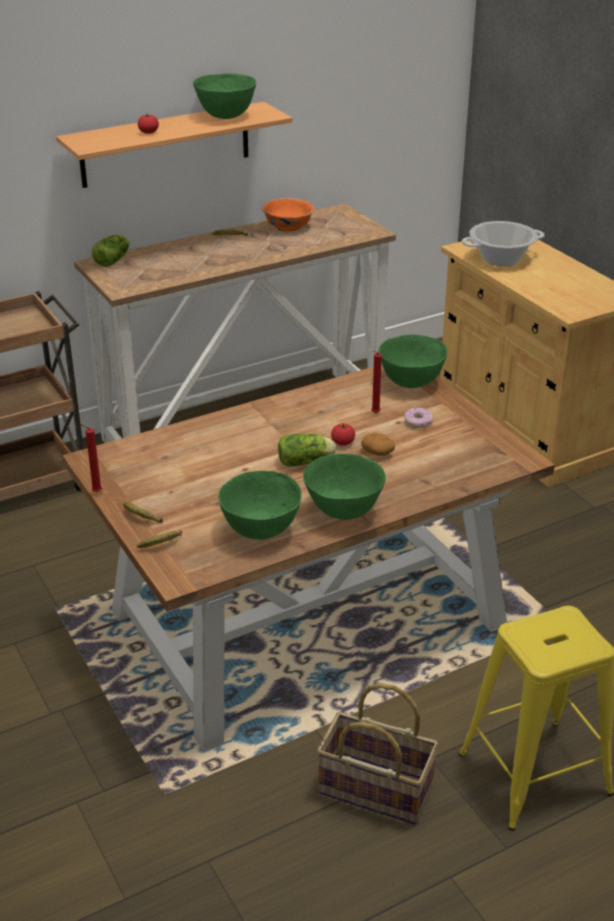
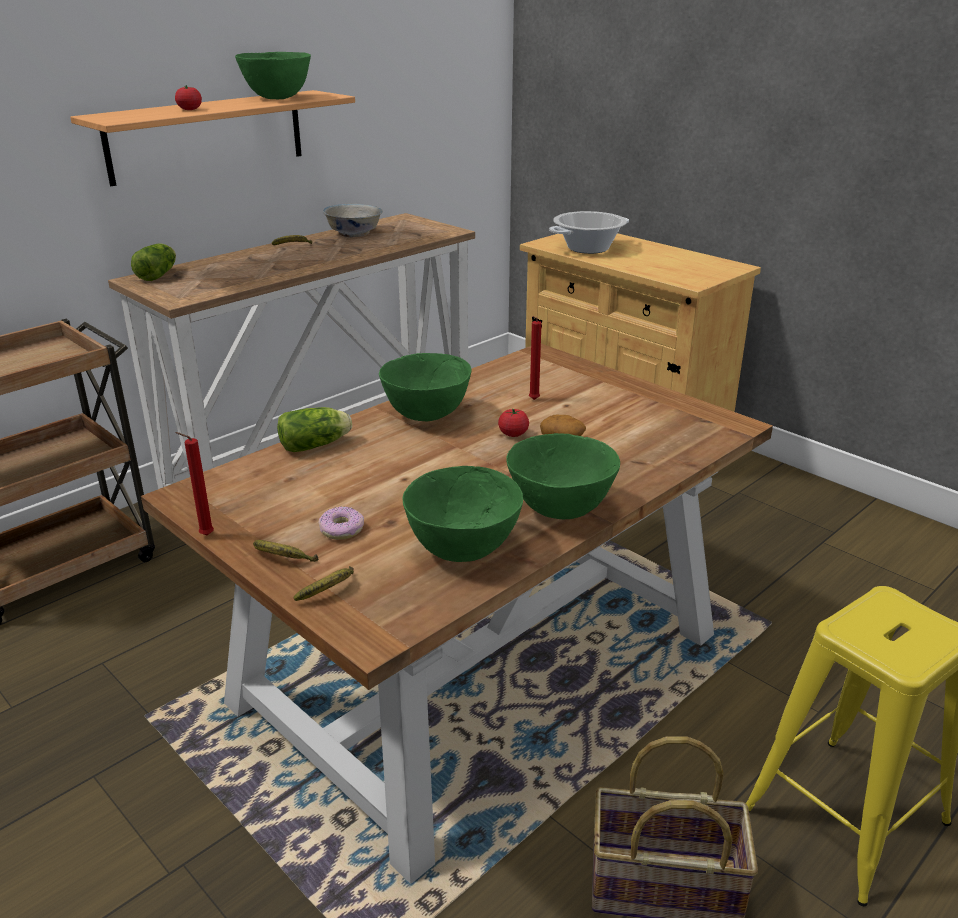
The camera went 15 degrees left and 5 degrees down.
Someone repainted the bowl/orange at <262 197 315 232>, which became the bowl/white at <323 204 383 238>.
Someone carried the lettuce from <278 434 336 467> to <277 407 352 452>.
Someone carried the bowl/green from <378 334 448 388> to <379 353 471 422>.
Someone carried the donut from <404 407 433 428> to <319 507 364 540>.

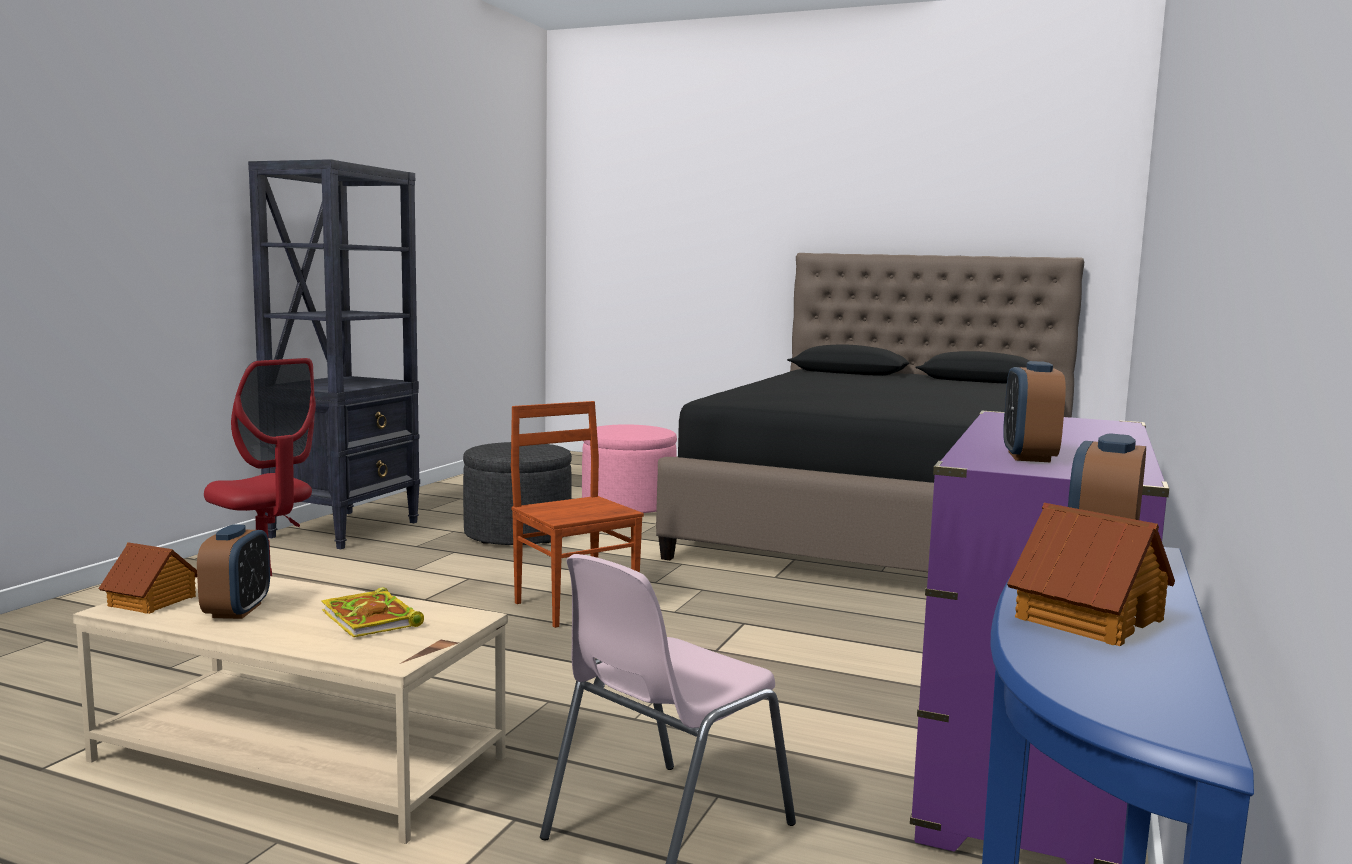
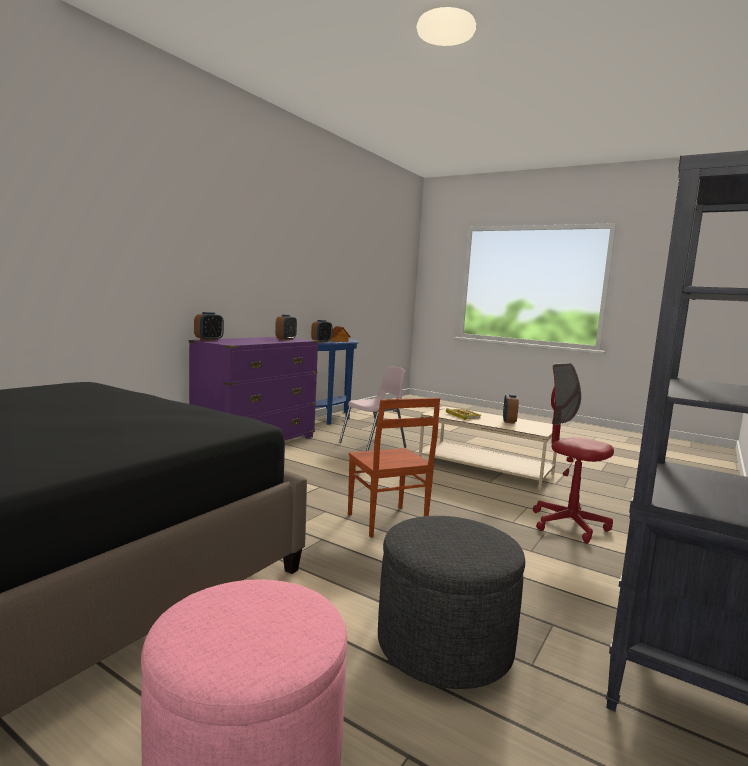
The camera went 170 degrees left and 0 degrees up.
Someone took away the toy house at <98 542 197 614>.
Someone put down the alarm clock at <194 312 224 341>.

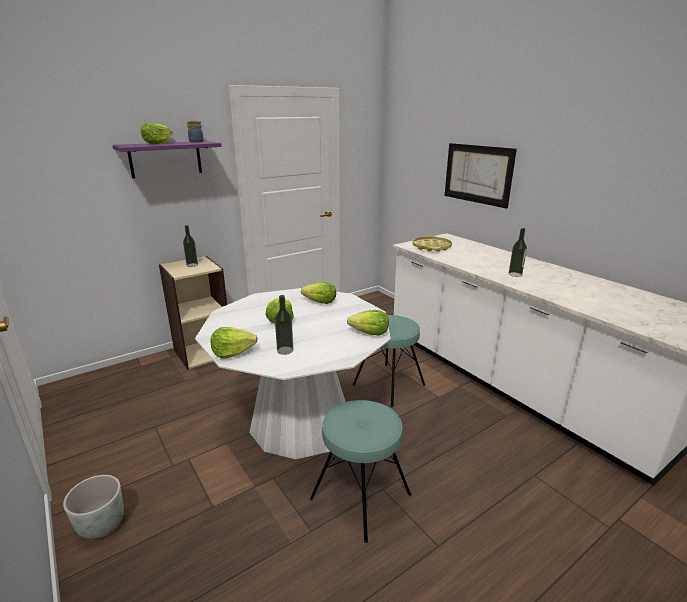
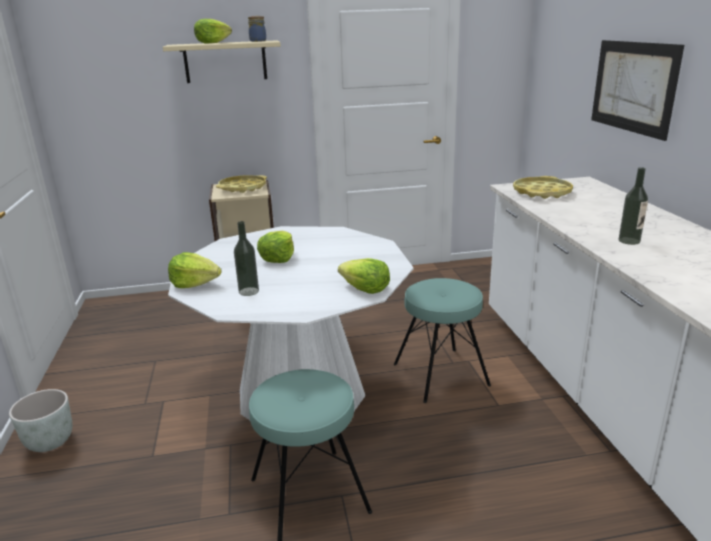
The camera went 25 degrees right and 0 degrees up.
Someone repainted the shelf/purple at <112 141 222 178>, which became the shelf/beige at <163 40 281 83>.
Someone swapped the bottle at <183 225 198 267> for the tray/yellow at <216 175 267 193>.
Someone took away the lettuce at <301 282 336 304>.

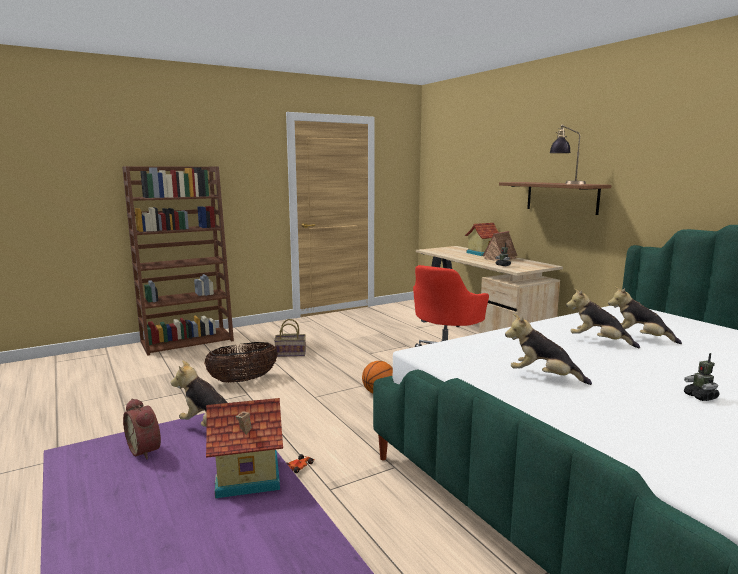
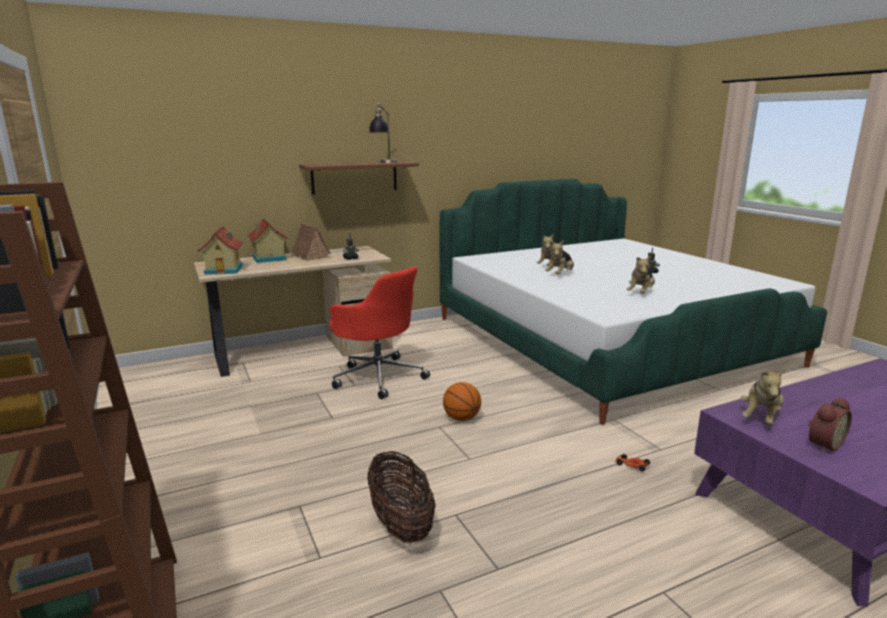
The camera went 85 degrees left and 5 degrees up.
Someone carried the toy house from <206 398 283 498> to <198 226 244 275>.
Someone took away the basket at <274 319 306 357>.

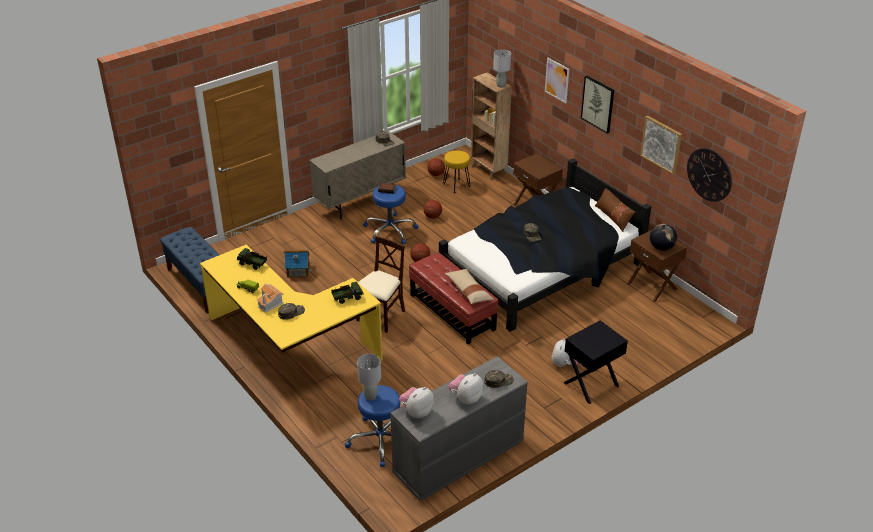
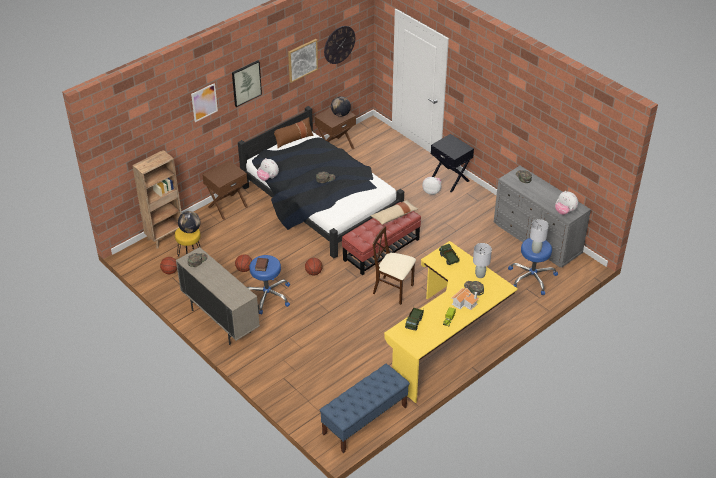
The camera went 95 degrees left and 5 degrees up.
Someone took away the toy house at <284 250 312 278>.
Someone carried the plush toy from <449 373 483 405> to <257 158 279 181>.
Someone carried the table lamp/grey from <493 49 511 88> to <473 243 492 278>.
Someone put down the globe at <178 211 200 233>.

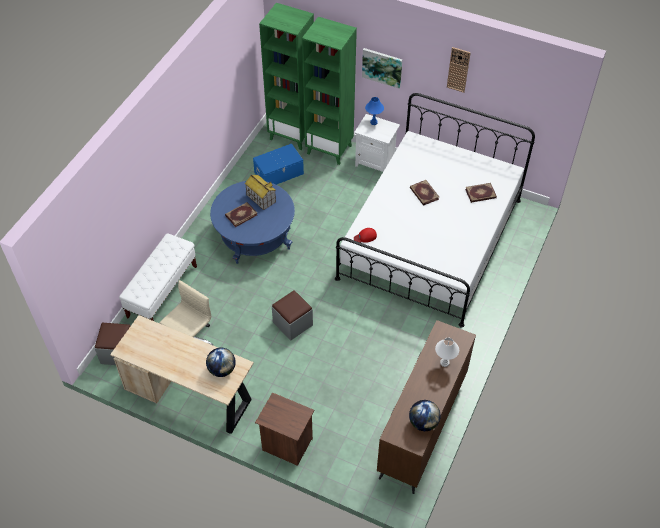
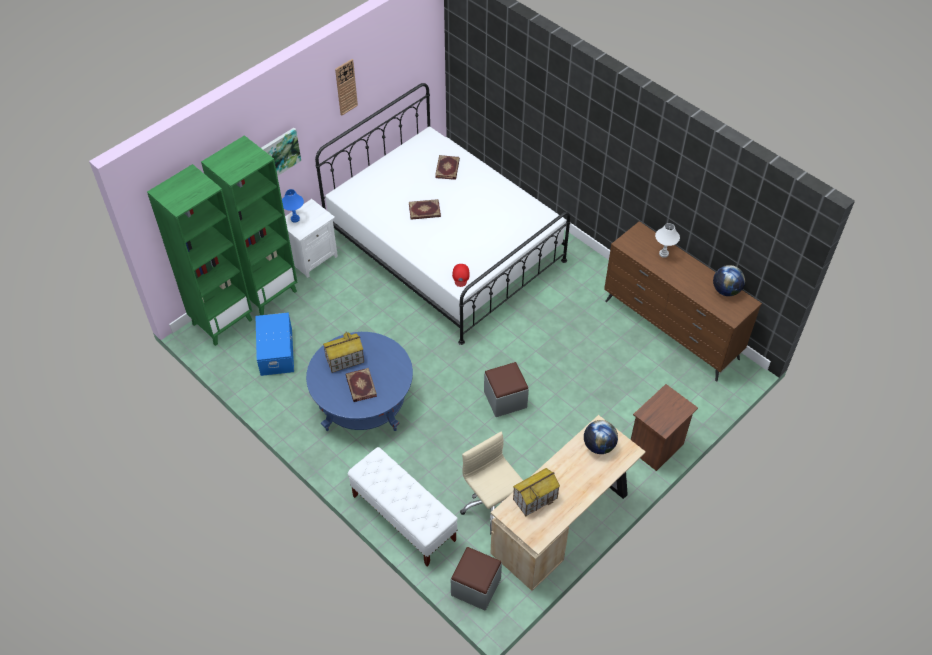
The camera went 70 degrees left and 0 degrees up.
Someone put down the toy house at <513 468 560 517>.

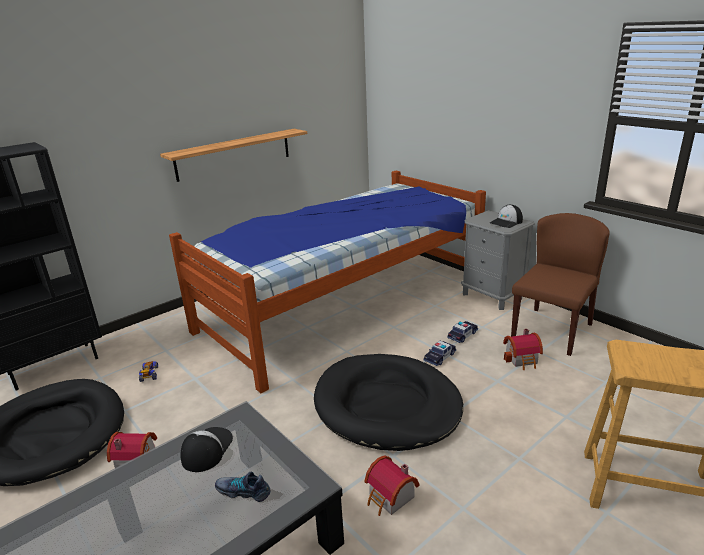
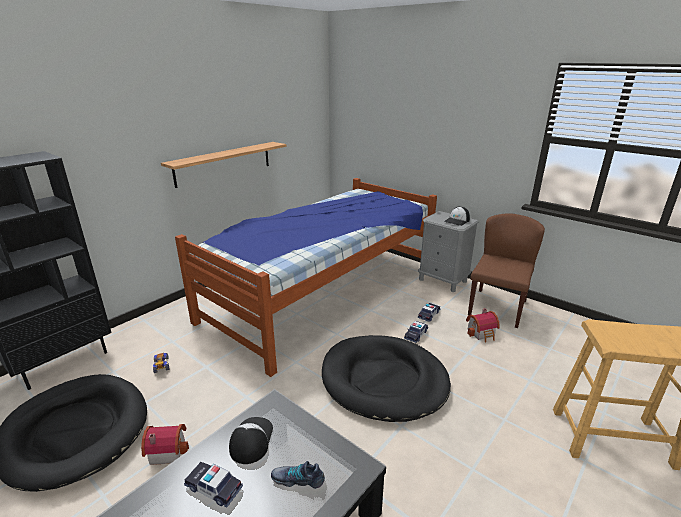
The camera went 10 degrees left and 0 degrees up.
Someone took away the toy house at <365 455 419 516>.
Someone put down the toy car at <184 462 243 507>.

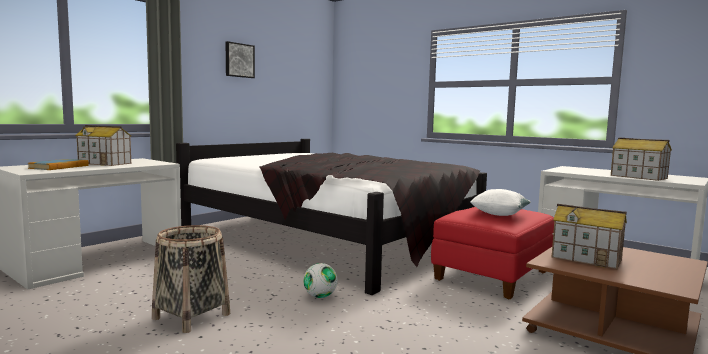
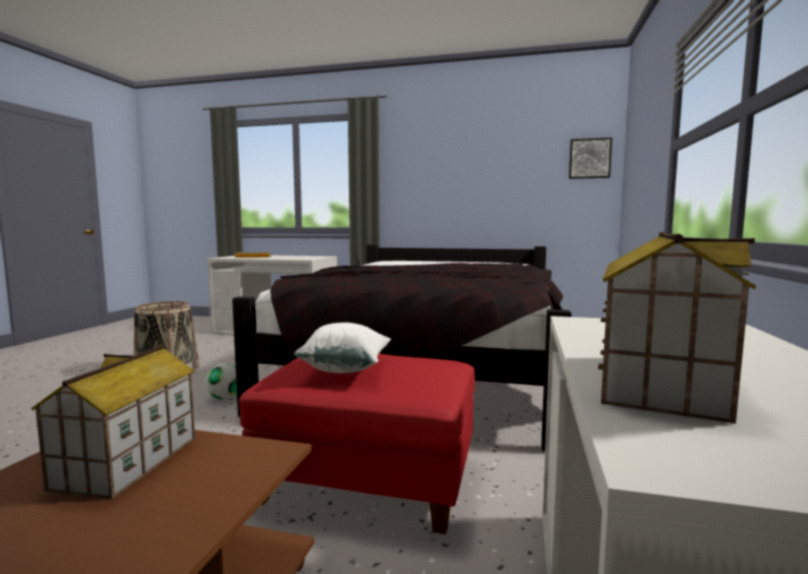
The camera went 65 degrees right and 0 degrees up.
Someone took away the toy house at <75 125 131 166>.
Someone carried the picture from <226 41 255 78> to <569 138 612 179>.

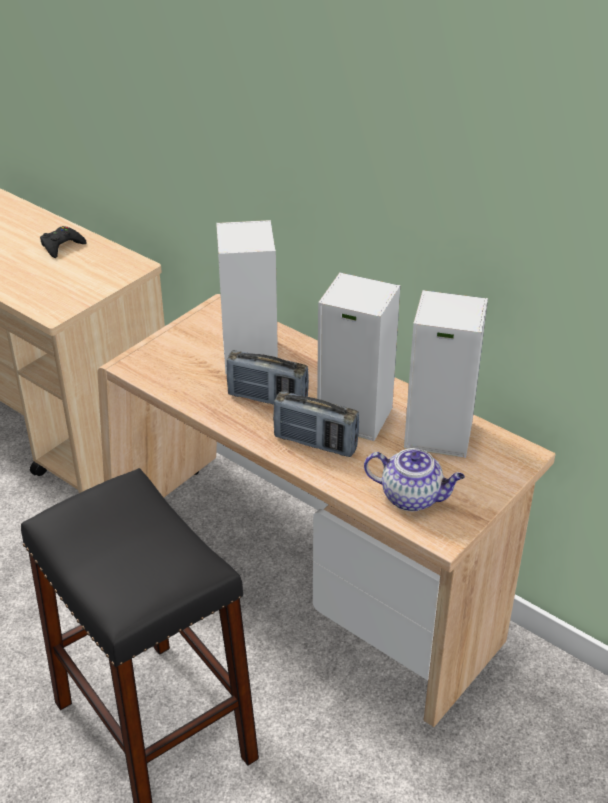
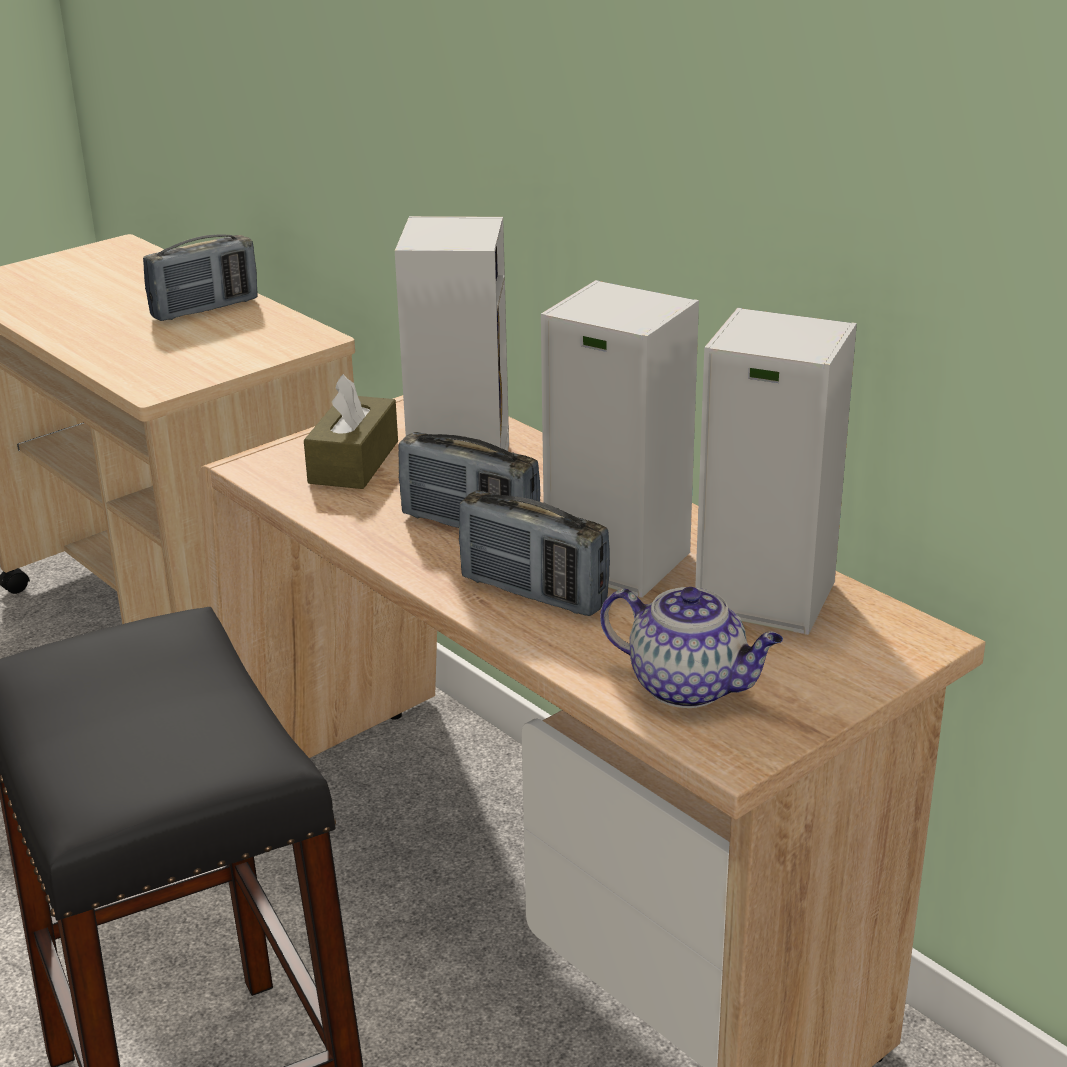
The camera went 10 degrees right and 10 degrees down.
Someone swapped the game controller/black at <40 226 86 258> for the radio at <143 234 258 321>.
Someone put down the tissue box/brown at <304 374 398 489>.

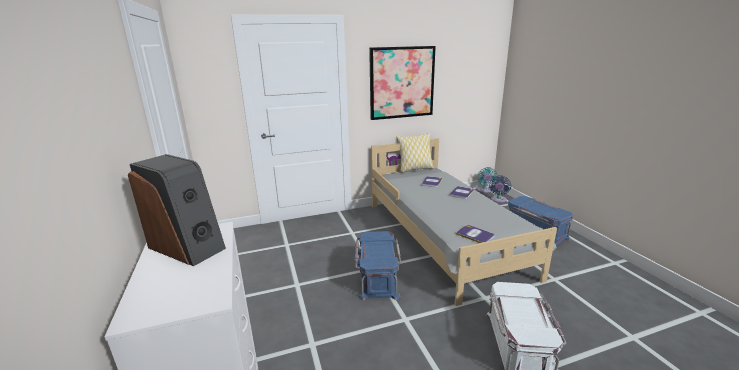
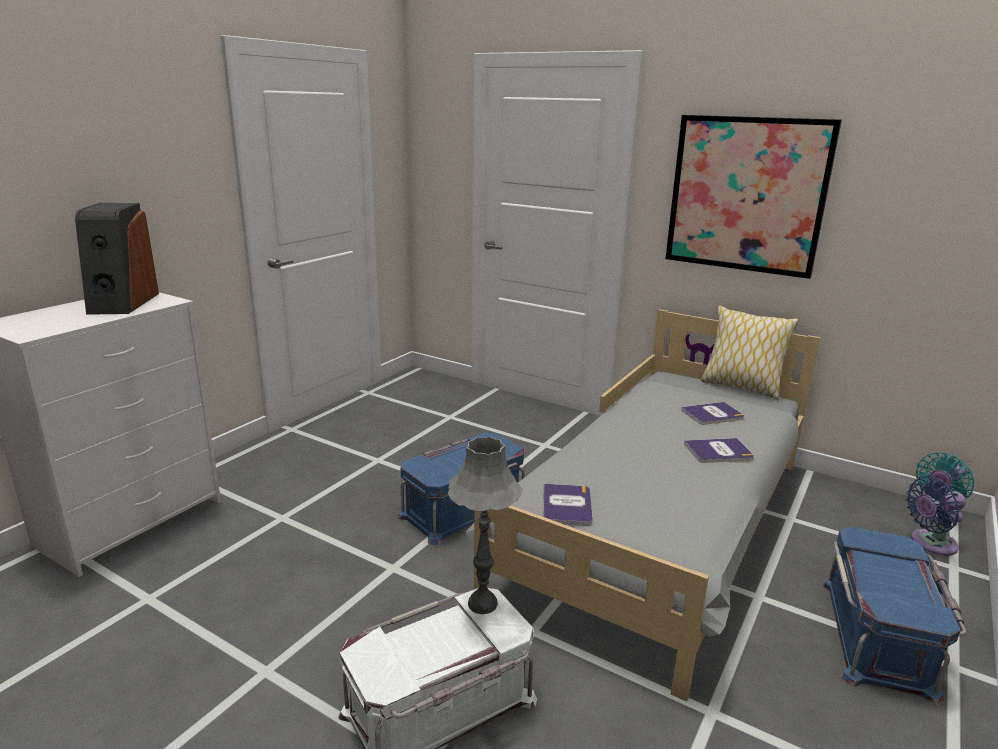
The camera went 50 degrees right and 0 degrees up.
Someone put down the table lamp/grey at <448 437 523 614>.

